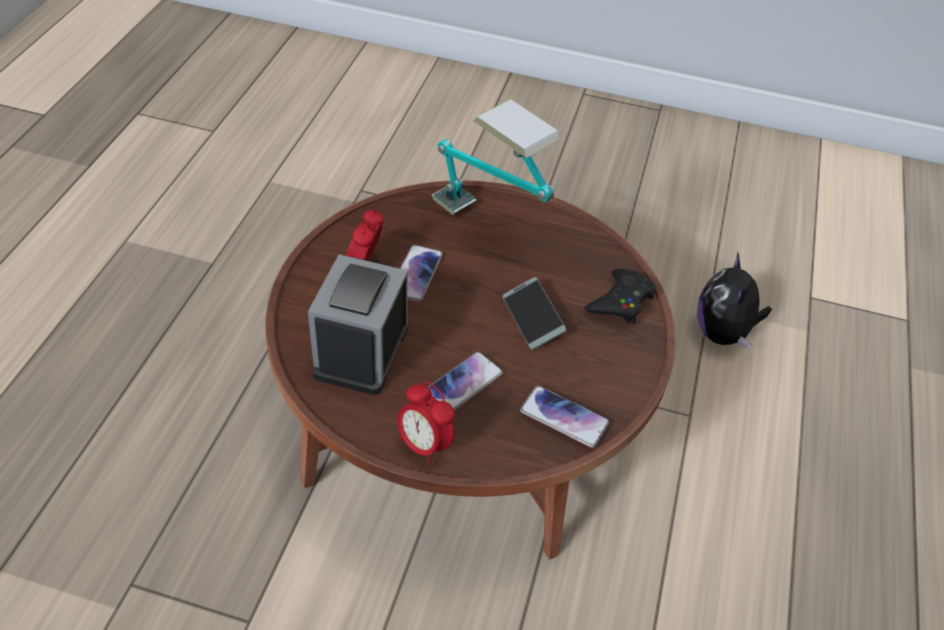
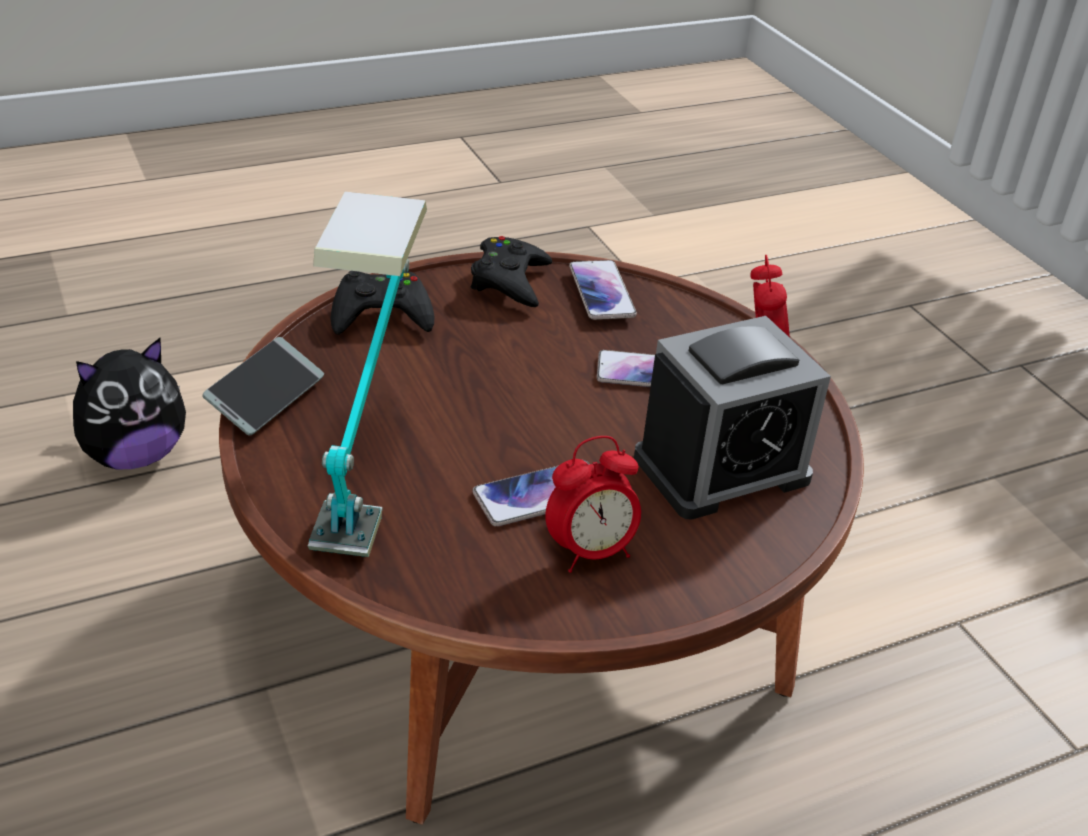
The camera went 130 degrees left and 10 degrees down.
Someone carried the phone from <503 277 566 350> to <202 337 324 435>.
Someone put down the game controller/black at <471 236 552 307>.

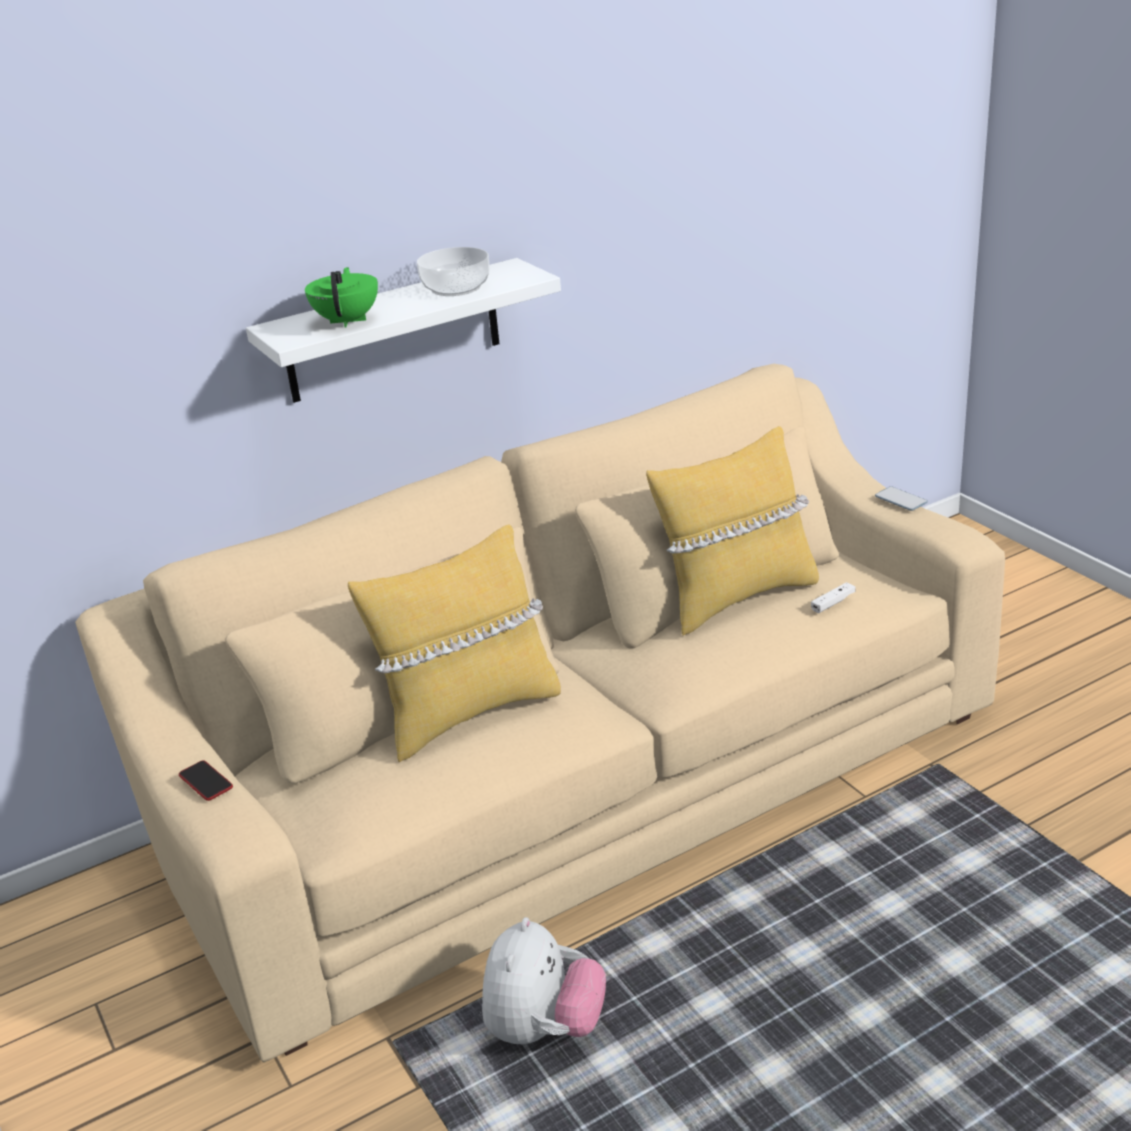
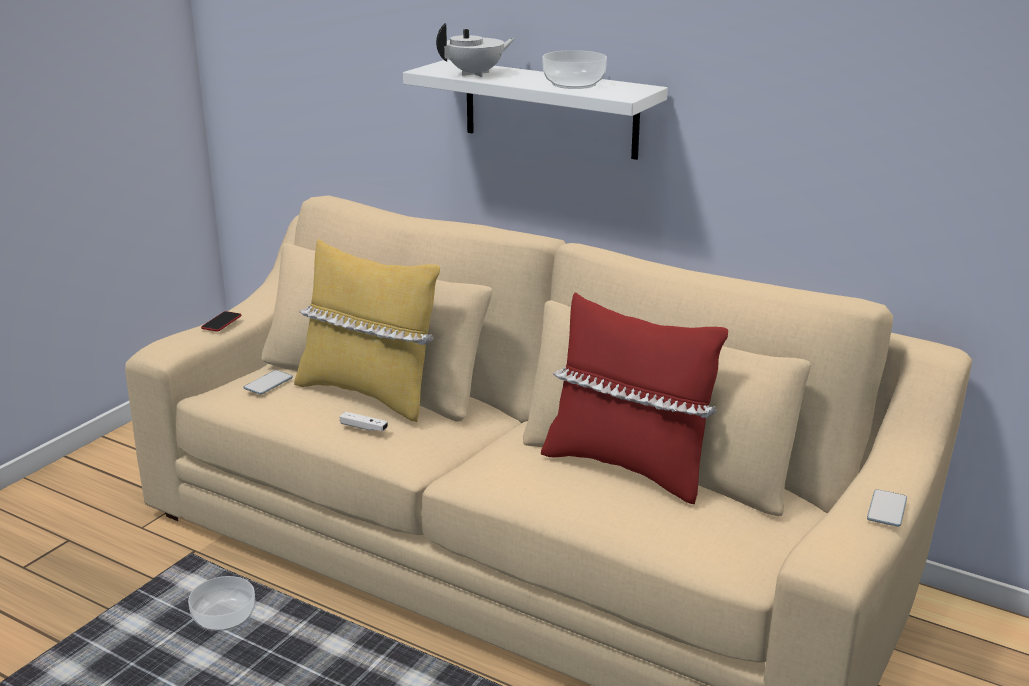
The camera went 60 degrees right and 5 degrees down.
Someone repainted the teapot/green at <305 267 378 328>, which became the teapot/white at <436 23 515 77>.
Someone swapped the plush toy at <482 917 606 1044> for the bowl at <188 576 255 631>.
Someone repainted the pillow/yellow at <646 426 819 636>, which became the pillow/red at <541 292 728 504>.
Someone carried the game controller/white from <811 582 856 613> to <340 412 388 431>.
Someone put down the phone at <243 370 293 395>.

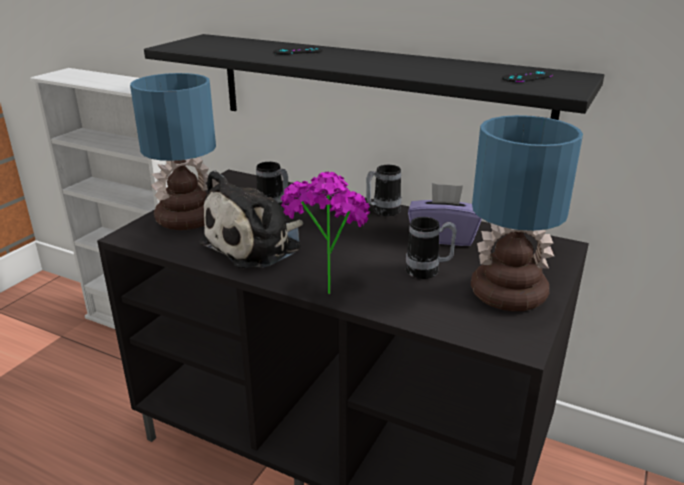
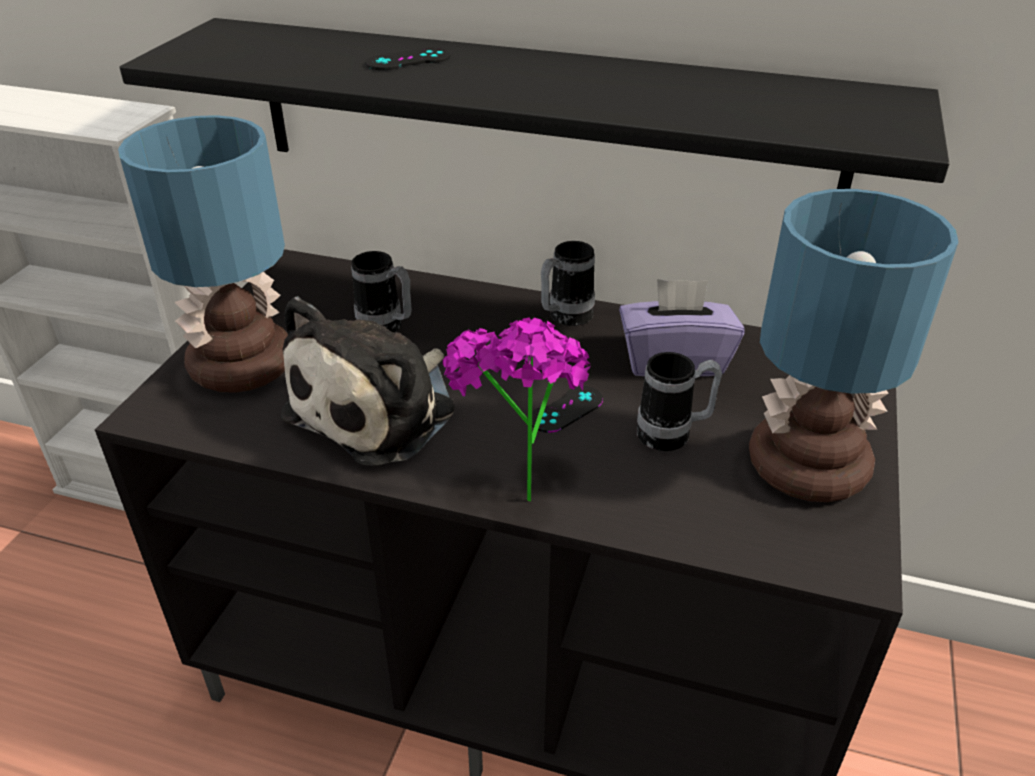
The camera went 10 degrees left and 10 degrees up.
Someone carried the game controller/black from <502 70 553 82> to <532 386 603 433>.

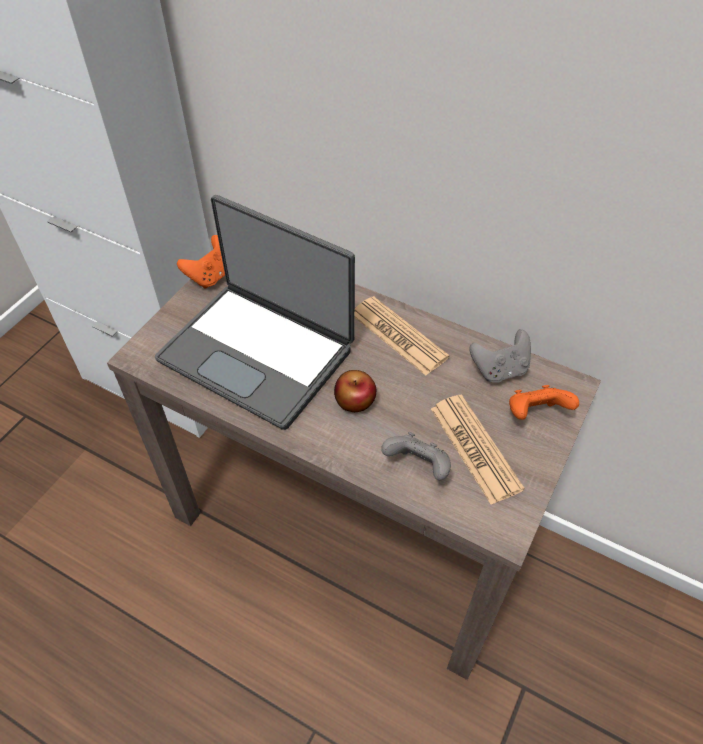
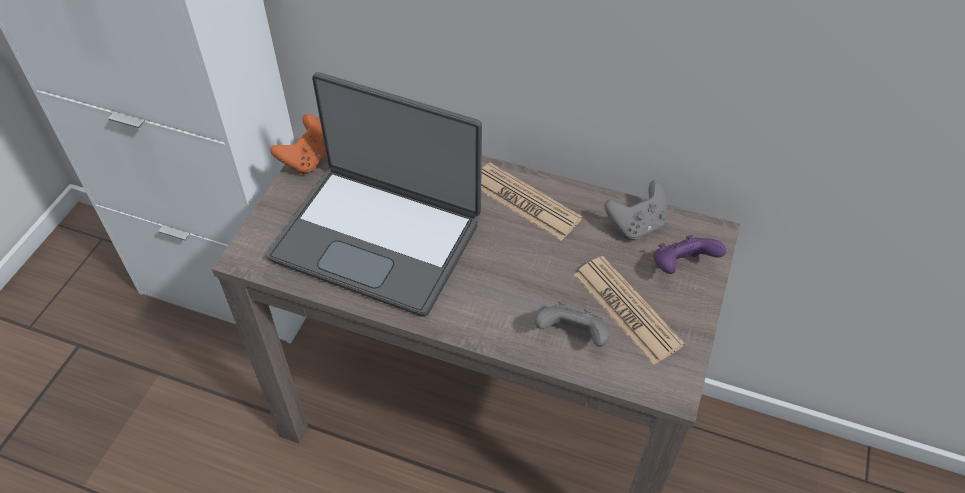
The camera went 10 degrees left and 0 degrees up.
Someone took away the apple at <334 370 376 412>.
Someone repainted the game controller/orange at <509 385 579 420>, which became the game controller/purple at <654 235 726 274>.

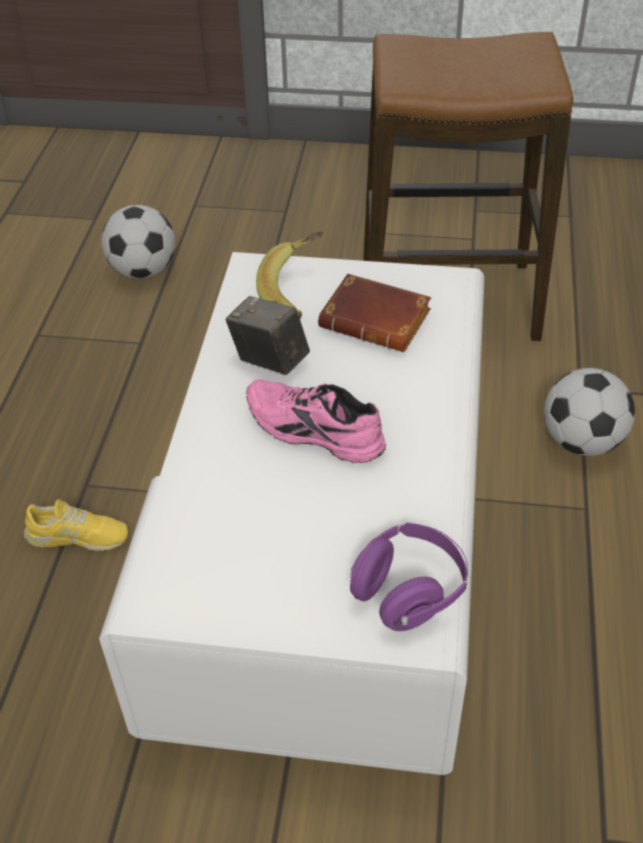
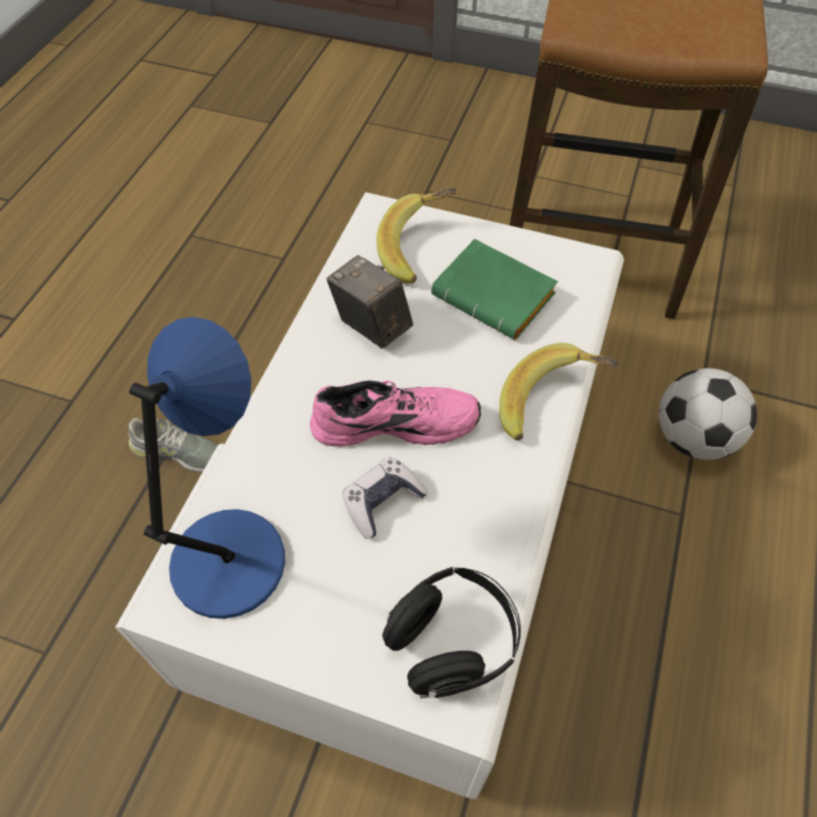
The camera went 10 degrees right and 10 degrees up.
Someone repainted the shoe/yellow at <24 499 128 551>, which became the shoe/grey at <128 418 218 472>.
Someone took away the football at <101 205 175 279>.
Someone rotated the shoe/pink at <247 379 386 463> by 135 degrees clockwise.
Someone repainted the book/brown at <318 274 431 352>, which became the book/green at <431 239 558 340>.
Someone repainted the headphones/purple at <350 523 468 631>, which became the headphones/black at <382 566 521 698>.
Someone put down the table lamp/blue at <129 317 285 619>.
Someone put down the game controller at <343 457 428 539>.
Someone put down the banana at <499 343 618 441>.

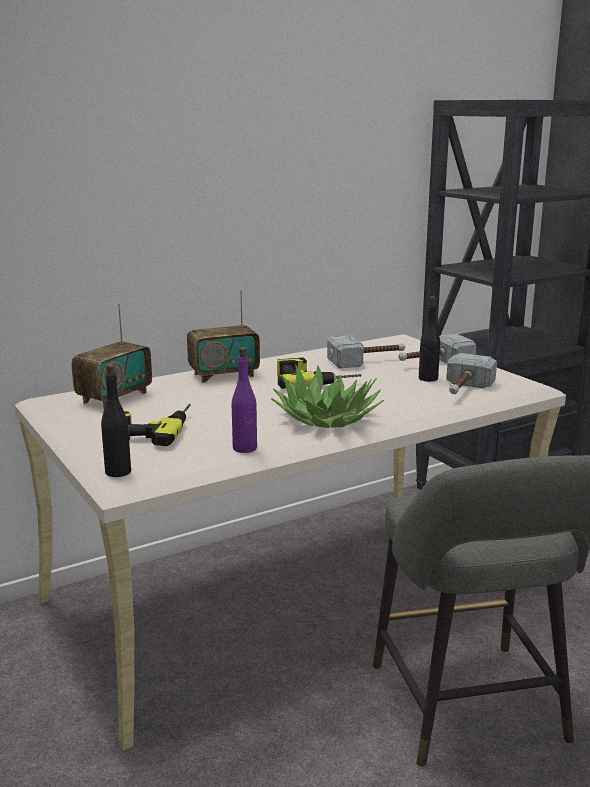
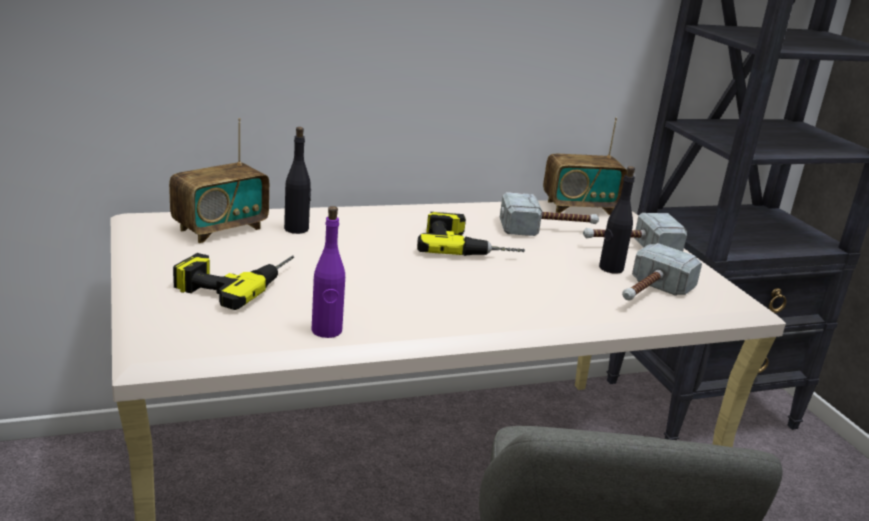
The camera went 10 degrees right and 5 degrees up.
Someone carried the bottle/black from <101 364 131 477> to <284 127 311 234>.
Someone carried the radio from <187 290 260 383> to <543 118 627 215>.
Someone took away the potted plant at <271 364 384 428>.

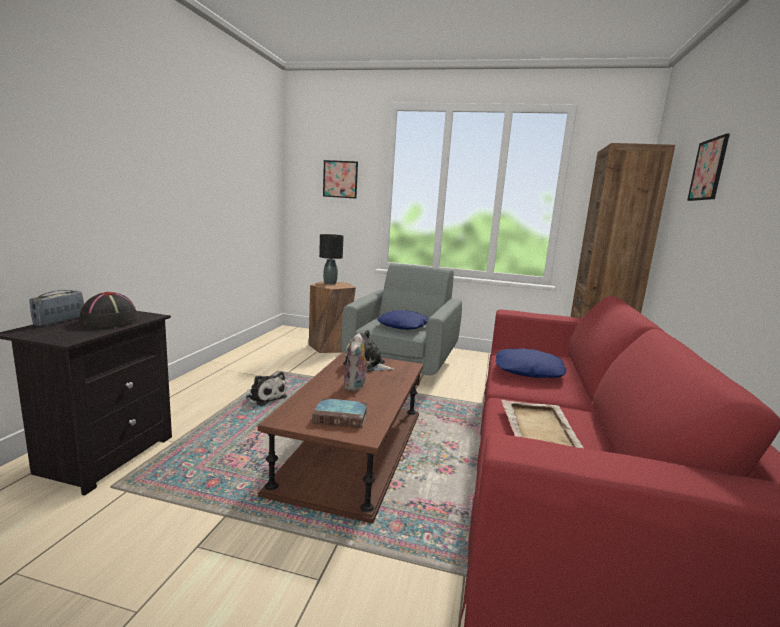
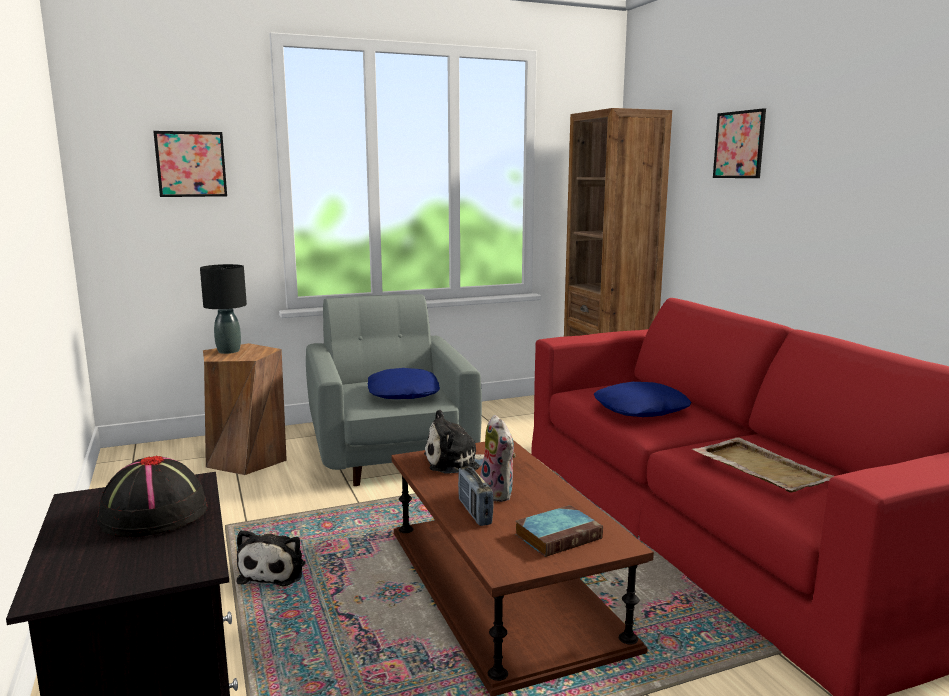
The camera went 35 degrees left and 0 degrees up.
Someone carried the radio from <29 290 84 326> to <458 466 494 526>.
Someone rotated the plush toy at <246 372 287 406> by 90 degrees clockwise.

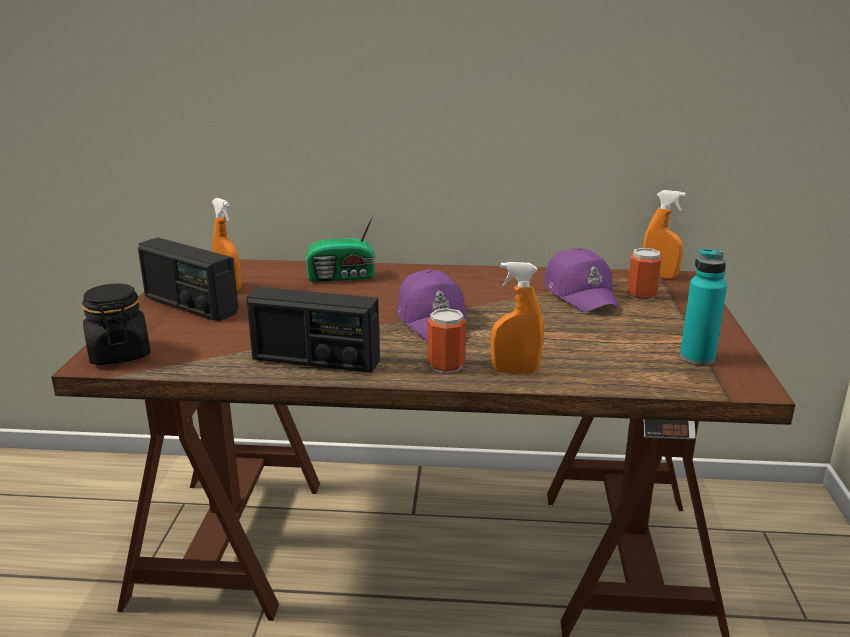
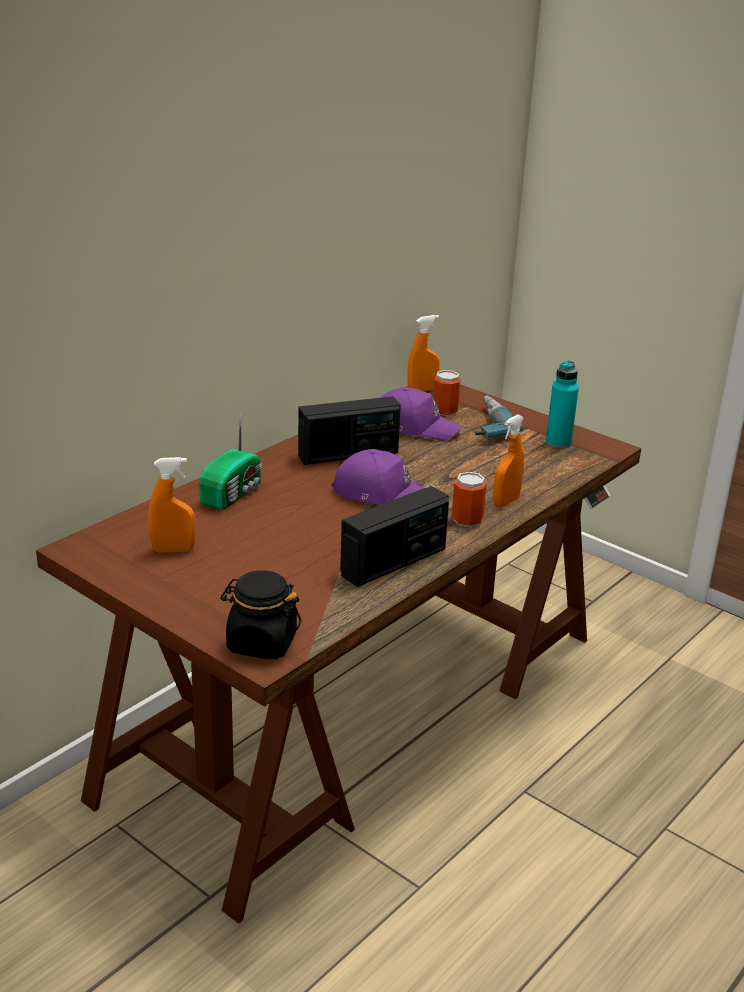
The camera went 55 degrees left and 5 degrees up.
Someone carried the radio from <138 237 238 321> to <298 396 401 465>.
Someone put down the power drill at <475 396 523 439>.

